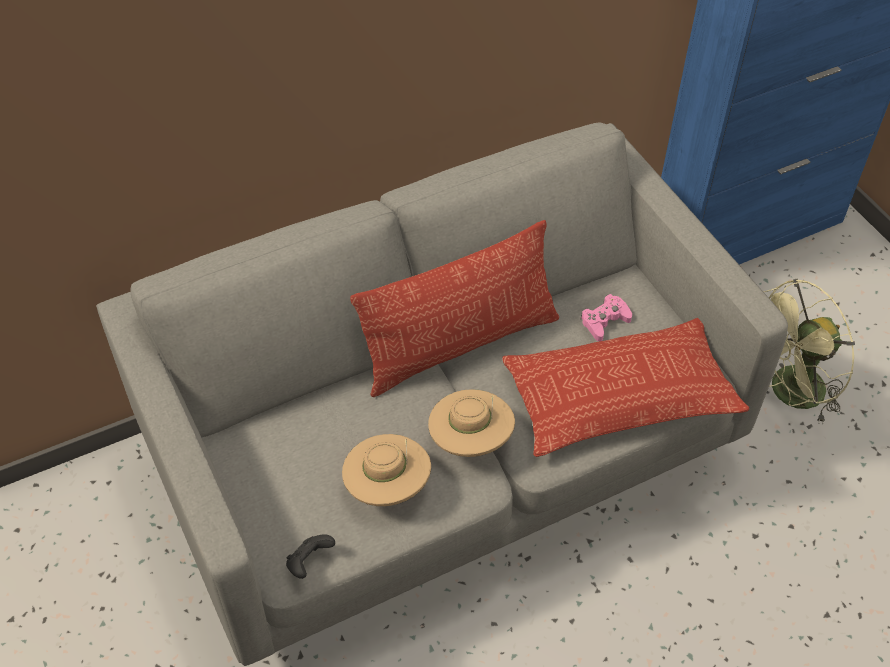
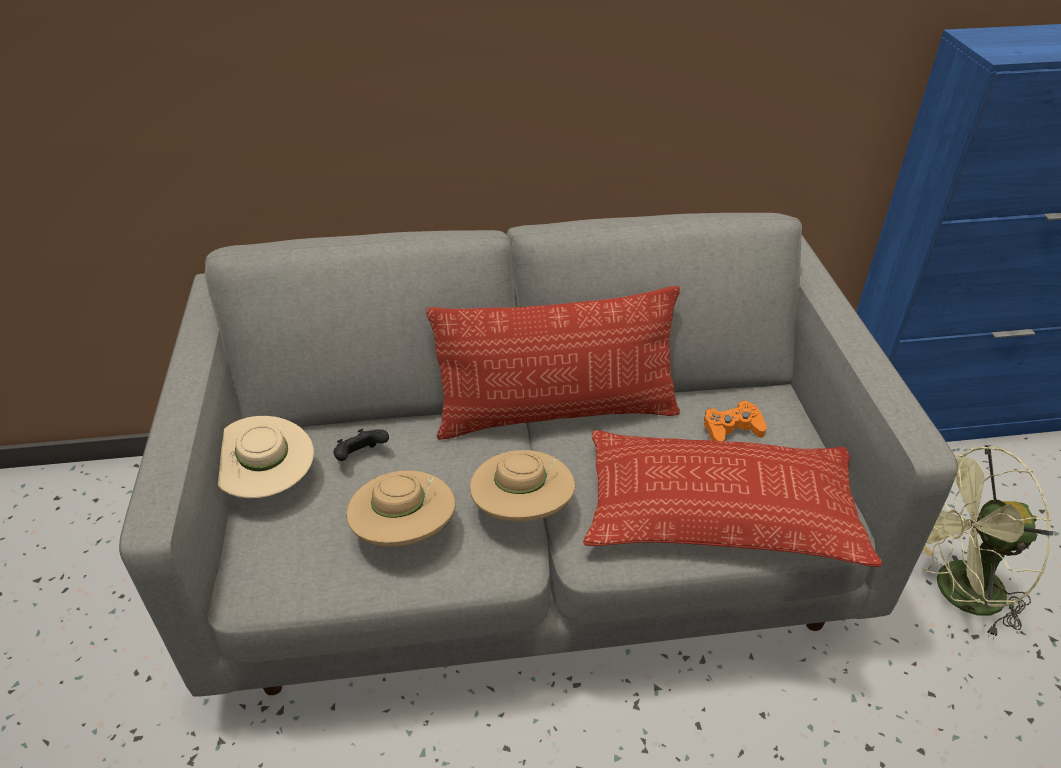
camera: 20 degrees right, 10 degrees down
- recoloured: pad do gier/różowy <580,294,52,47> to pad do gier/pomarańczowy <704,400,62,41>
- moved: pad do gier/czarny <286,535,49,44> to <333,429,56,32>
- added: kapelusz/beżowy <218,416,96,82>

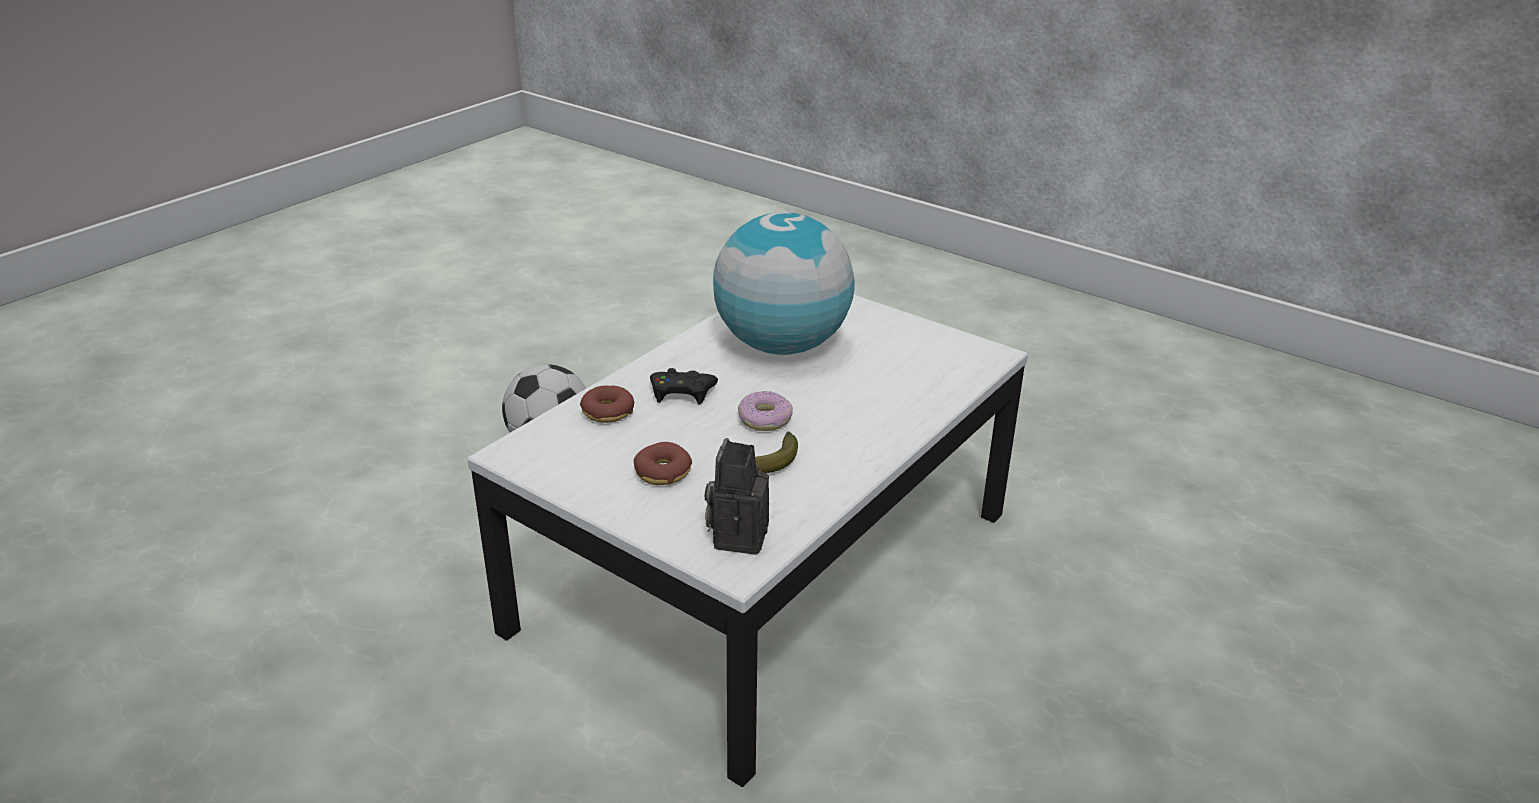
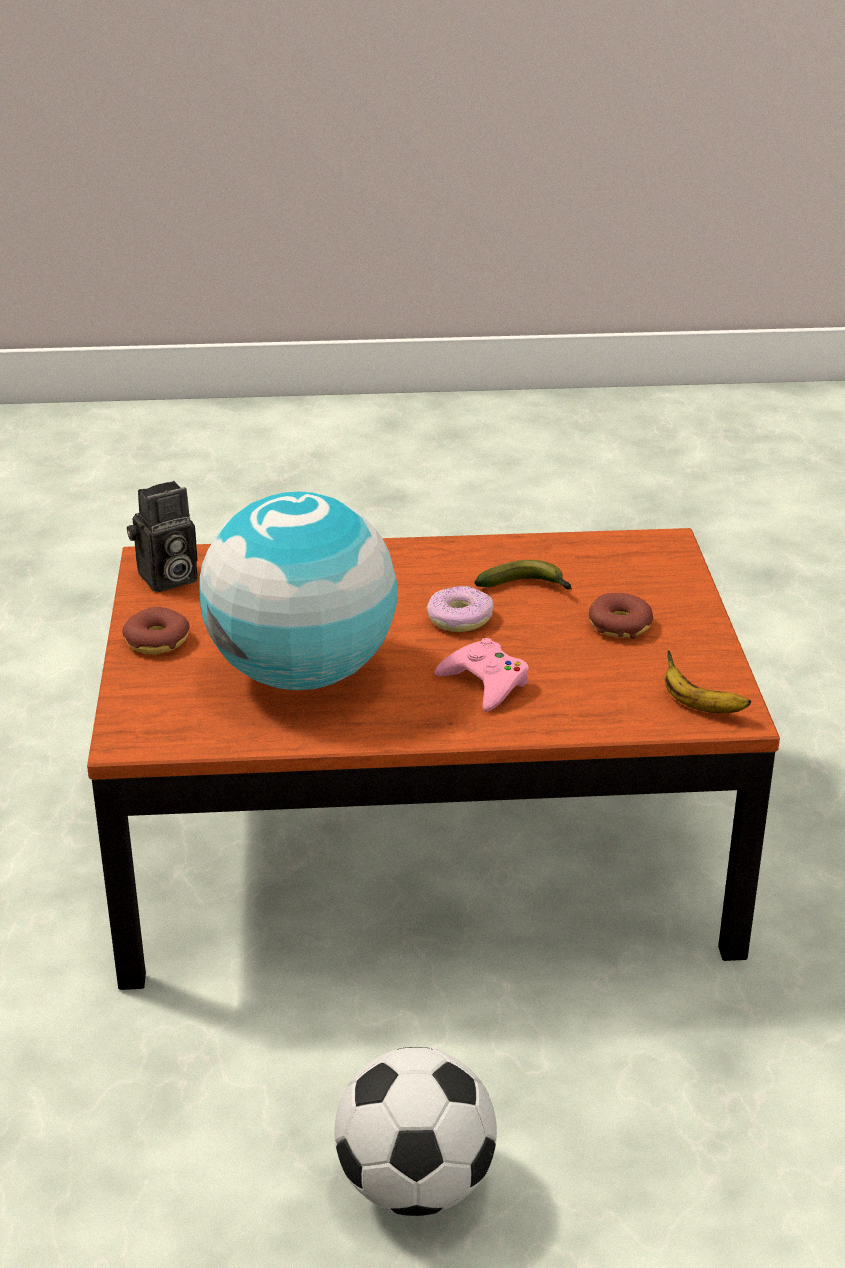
camera: 130 degrees left, 0 degrees up
- recoloured: ława/biały <467,295,561,492> to ława/brązowy <87,528,693,462>
- recoloured: pad do gier/czarny <650,368,68,36> to pad do gier/różowy <434,638,95,74>
- moved: donut <580,386,54,37> to <122,607,68,47>
- moved: aparat fotograficzny <705,438,64,117> to <127,481,71,111>
- added: banan <665,651,86,62>

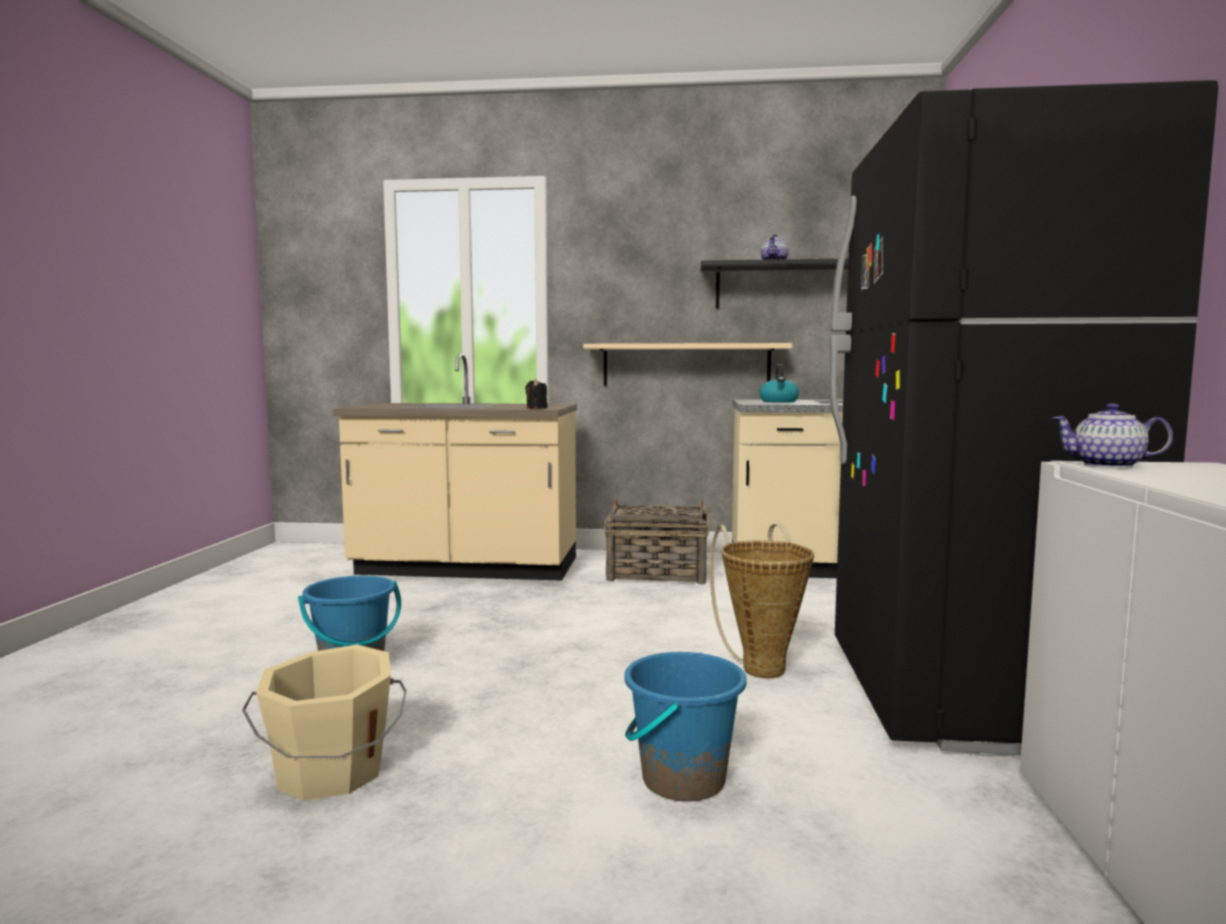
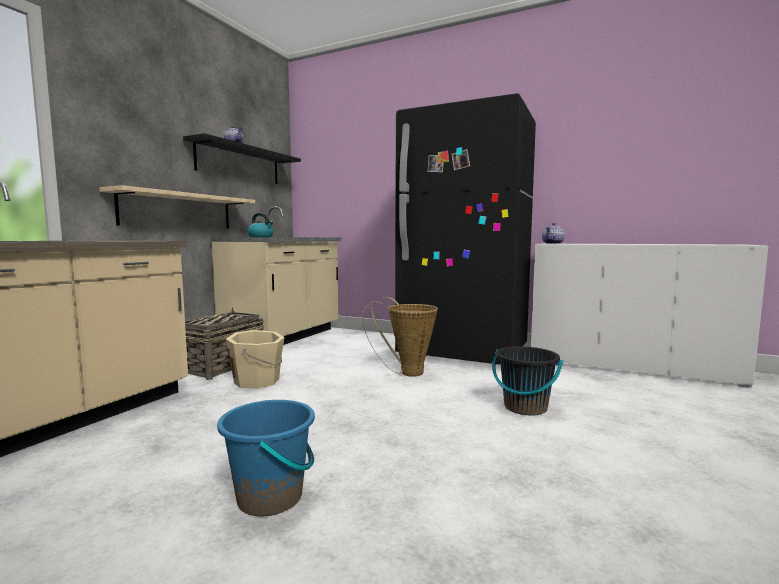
camera: 70 degrees left, 0 degrees up
- removed: świeca/czarny <525,379,23,30>
- moved: wiadro/beżowy <242,645,165,156> to <226,330,59,58>
- recoloured: wiadro/niebieski <624,652,123,149> to wiadro/czarny <492,346,71,70>

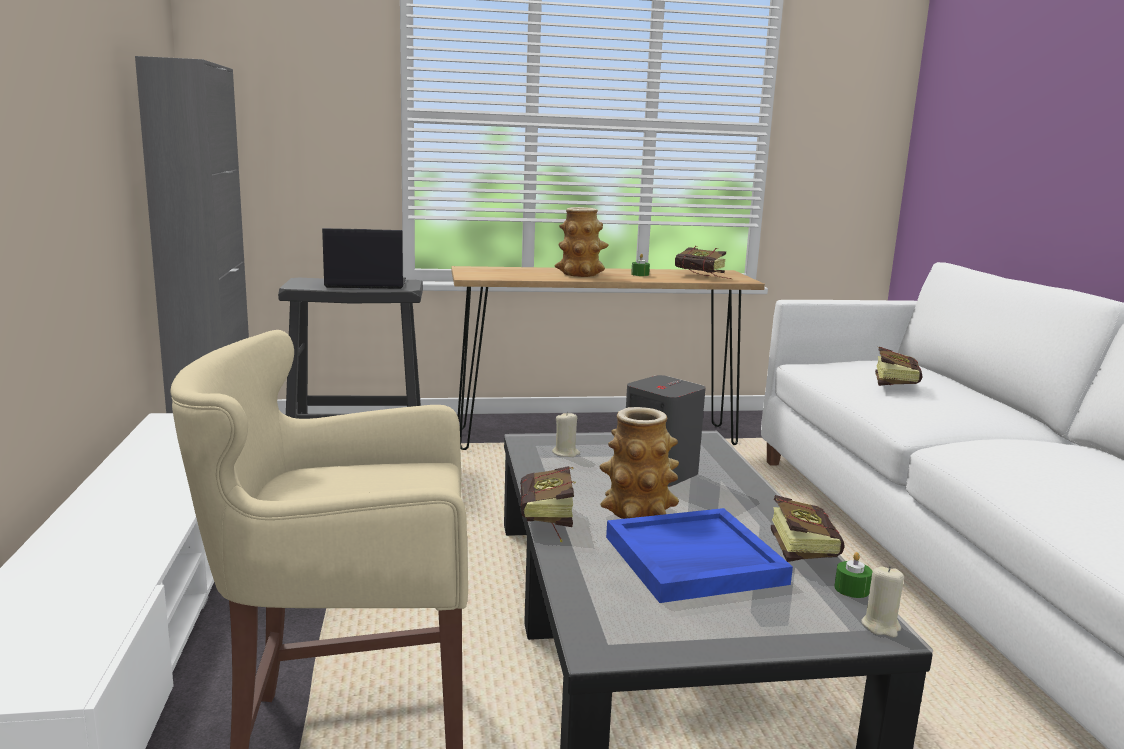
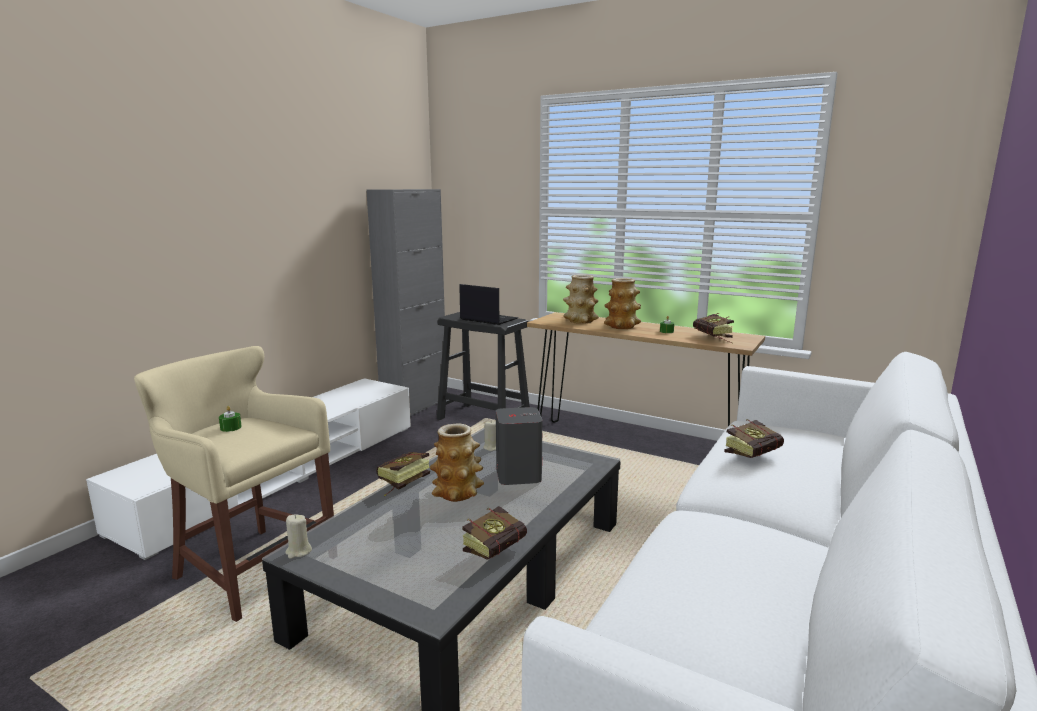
camera: 40 degrees right, 0 degrees up
- removed: taca/niebieski <606,508,187,95>
- moved: świeca/zielony <834,552,39,46> to <219,406,23,26>
- moved: świeca/beżowy <861,566,43,71> to <286,514,26,45>
- added: wazon <563,274,36,50>

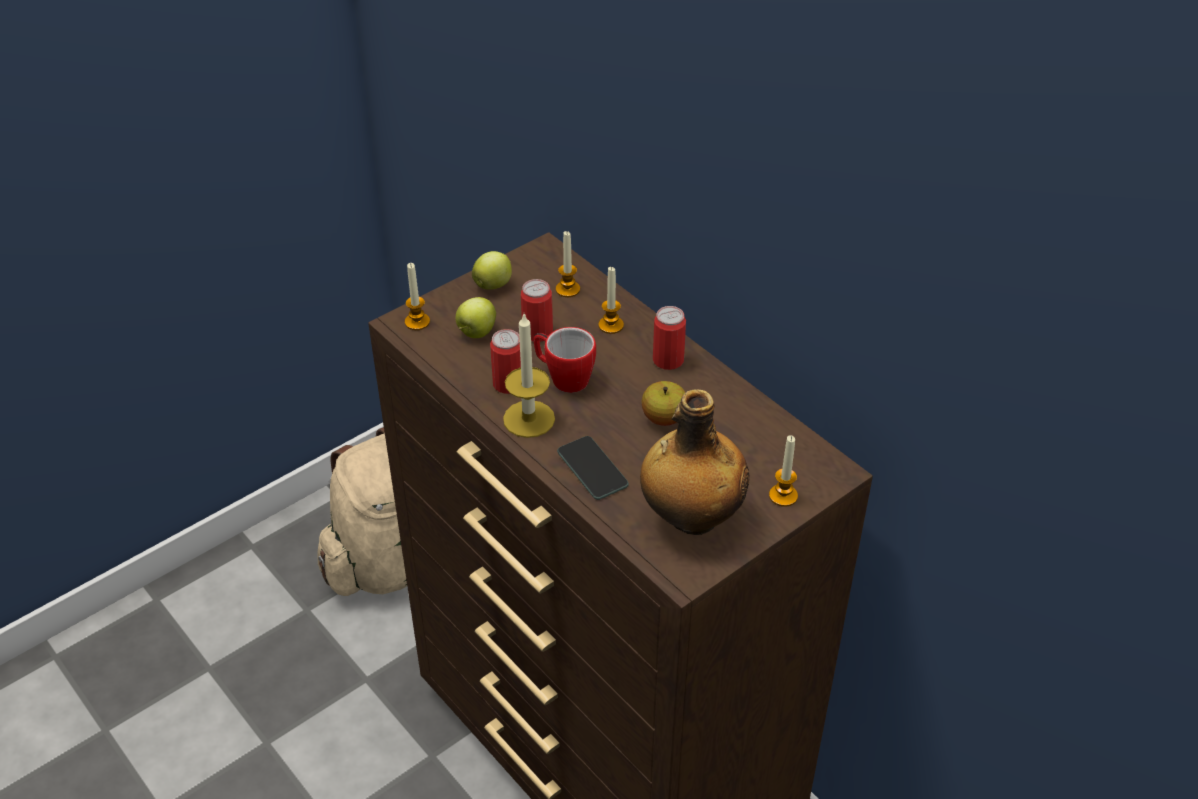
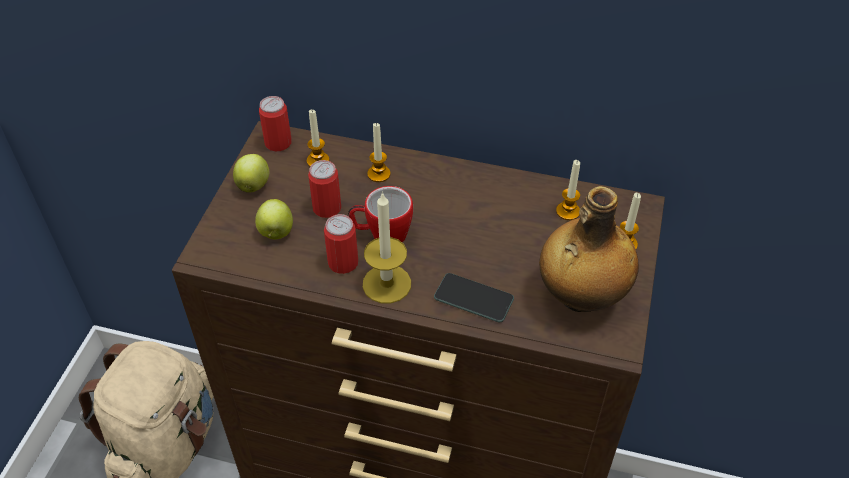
camera: 35 degrees left, 5 degrees up
- moved: świeca <405,263,25,67> to <556,160,24,60>
- moved: puszka <653,306,33,64> to <259,96,33,55>
- removed: jabłko <642,381,44,45>

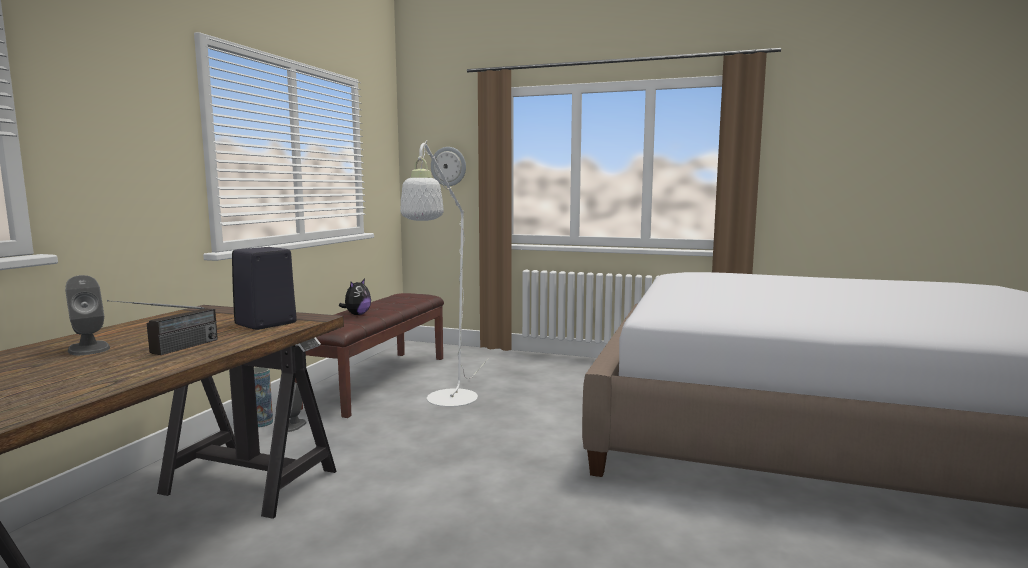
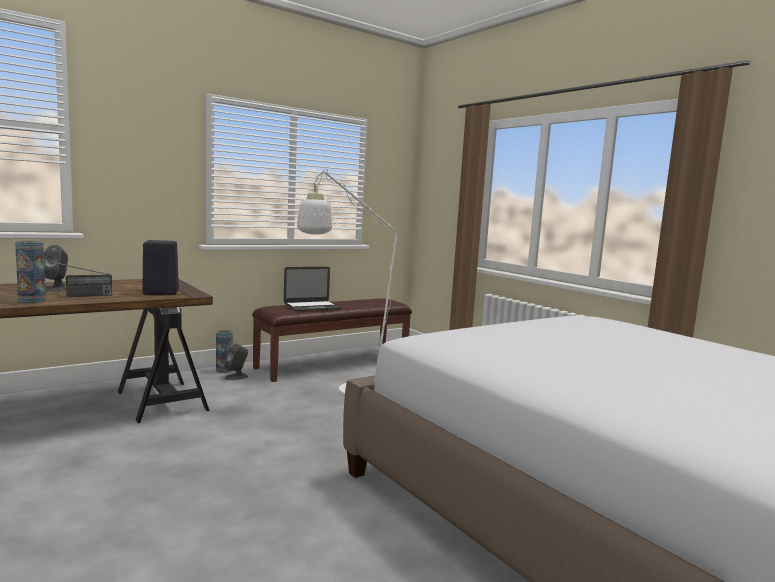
camera: 35 degrees right, 0 degrees up
- removed: zegar ścienny <431,147,35,39>
- replaced: pluszak <339,279,32,36> to laptop <284,267,58,44>
- added: wazon <15,241,31,62>

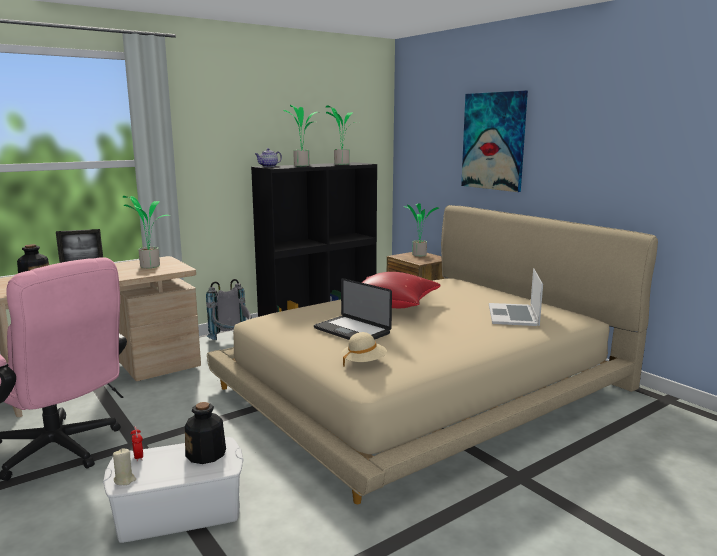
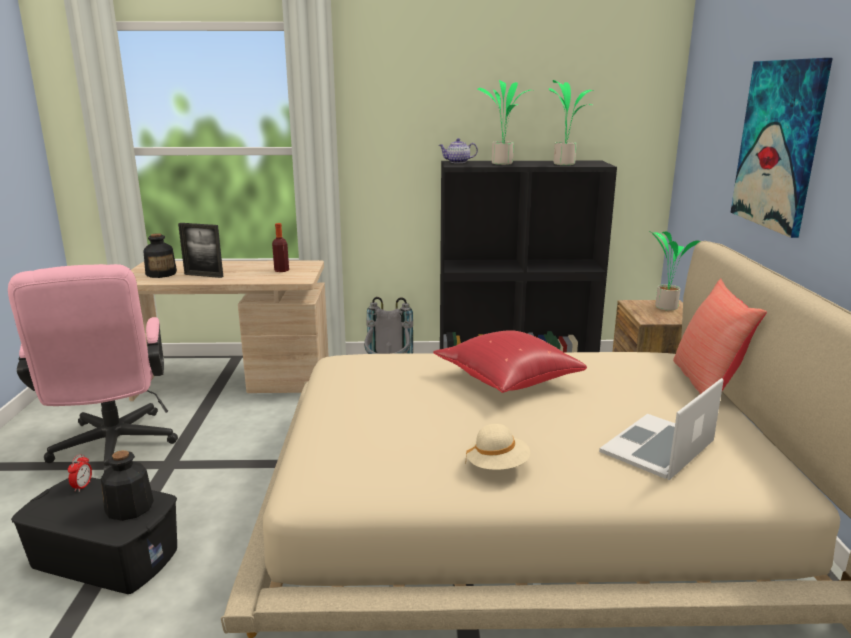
camera: 35 degrees right, 5 degrees up
- replaced: roślina doniczkowa <123,196,48,72> to butelka <272,223,17,49>
- removed: laptop <314,278,78,62>
- moved: kapelusz/beżowy <341,332,46,35> to <465,424,65,46>
- recoloured: pojemnik do przechowywania/biały <103,437,141,106> to pojemnik do przechowywania/czarny <11,477,166,117>
- removed: świeca/beżowy <113,449,23,36>
- added: poduszka/czerwony <673,278,94,116>

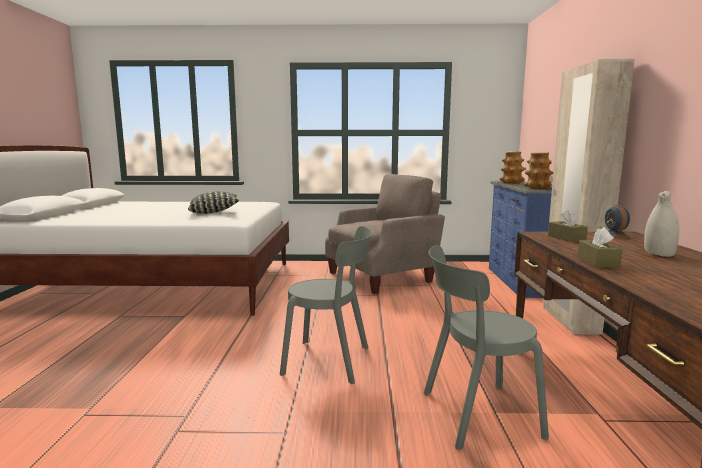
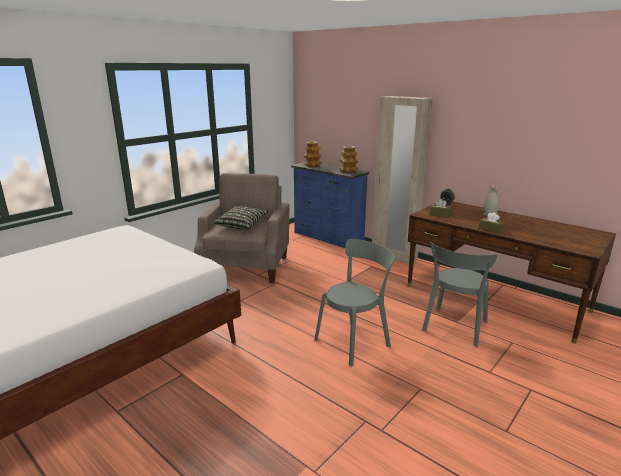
camera: 50 degrees left, 10 degrees up
- moved: poduszka <188,191,51,23> to <214,206,54,23>

